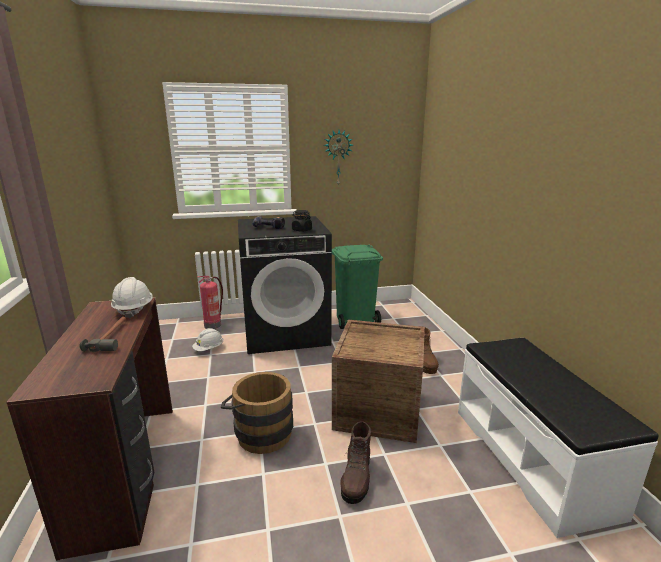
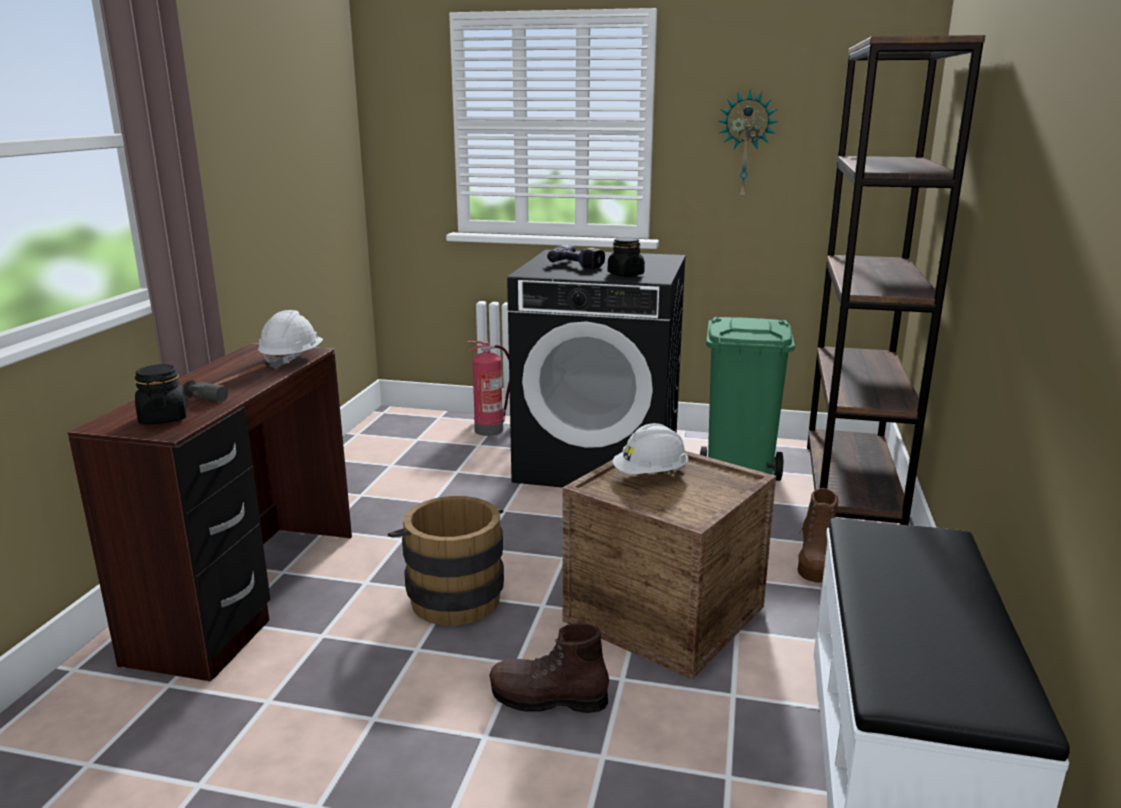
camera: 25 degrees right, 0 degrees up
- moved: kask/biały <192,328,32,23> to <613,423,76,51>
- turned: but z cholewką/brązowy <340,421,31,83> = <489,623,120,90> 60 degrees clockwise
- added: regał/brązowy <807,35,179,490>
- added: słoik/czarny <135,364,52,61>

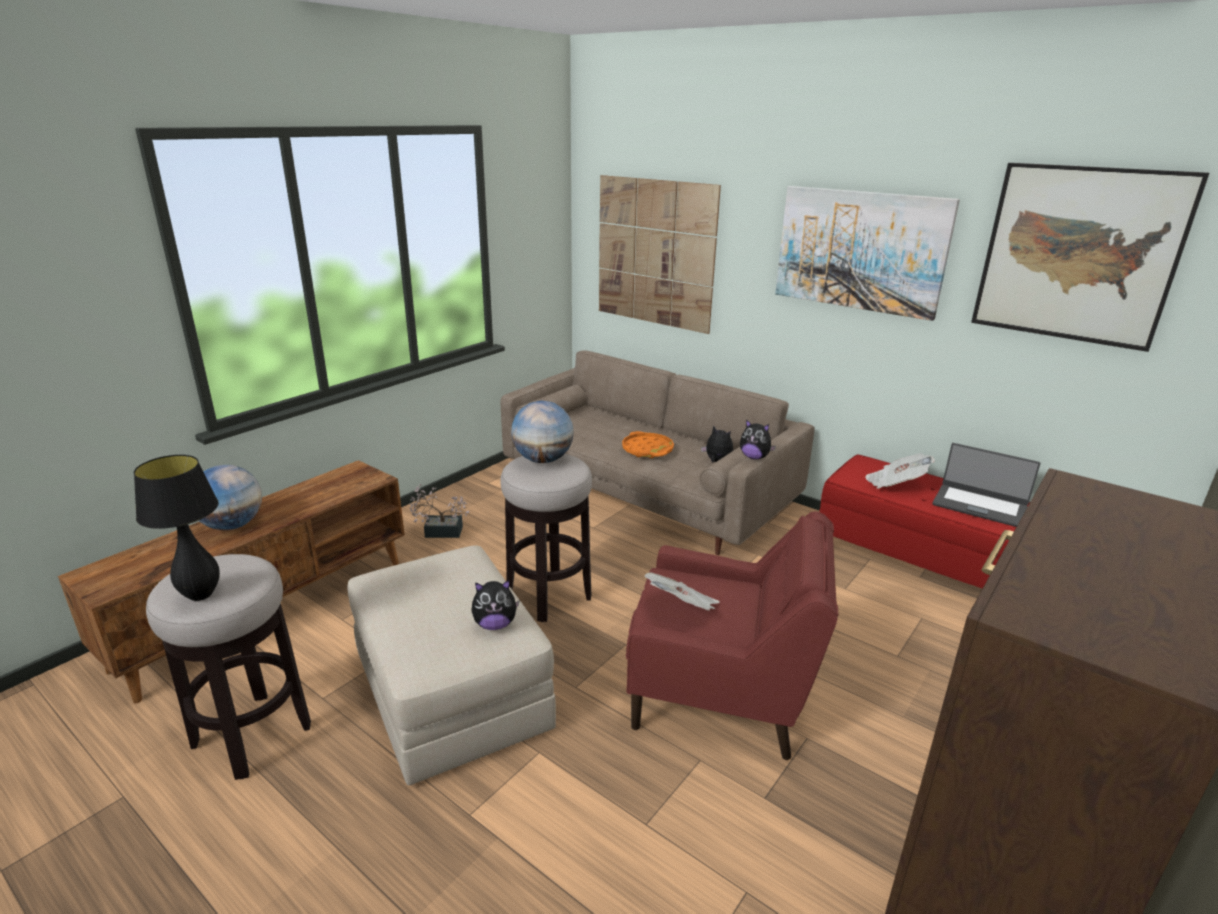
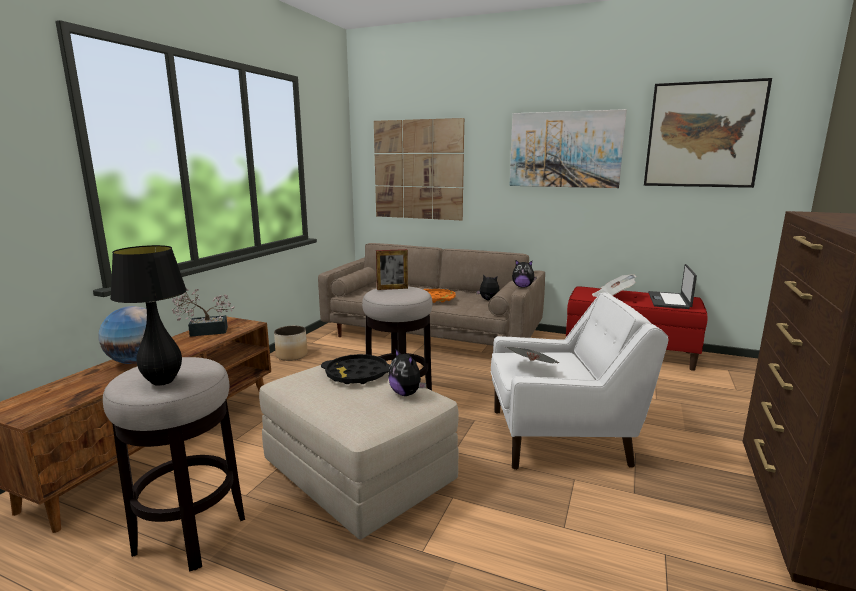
camera: 15 degrees left, 10 degrees down
- replaced: globus <511,401,63,62> to ramka na zdjęcie <376,249,32,41>
- turned: laptop <932,443,108,84> = <648,264,49,45> 90 degrees clockwise
- moved: roślina doniczkowa <409,484,60,54> to <172,288,63,49>
- recoloured: fotel/czerwony <626,511,212,249> to fotel/biały <491,292,177,178>
- turned: pluszak <471,580,49,50> = <388,348,38,48> 75 degrees clockwise
- added: donica <274,326,34,35>
- added: taca/czarny <321,354,69,30>

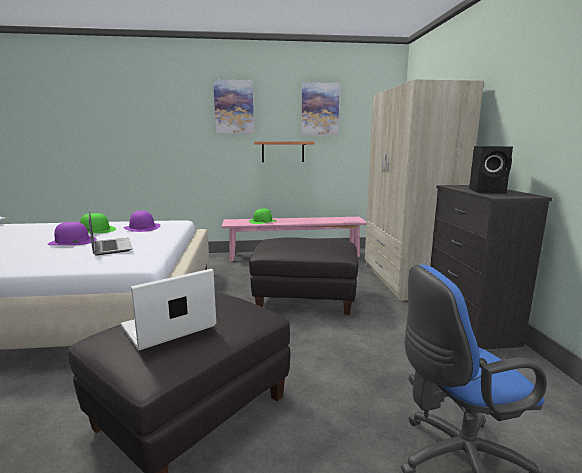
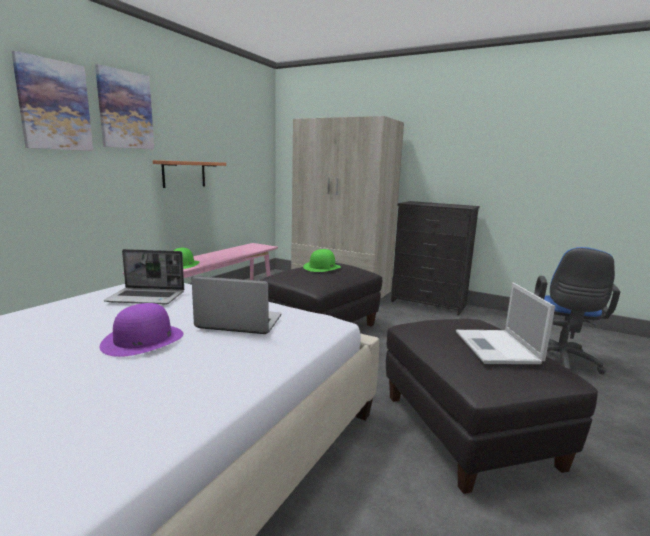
camera: 55 degrees left, 0 degrees up
- moved: obraz <301,83,39,52> to <11,51,82,100>
- removed: głośnik/czarny <469,146,44,47>
- replaced: kapelusz/fioletowy <124,211,36,21> to laptop <104,249,80,55>
- moved: kapelusz/zielony <80,213,36,20> to <303,249,38,23>

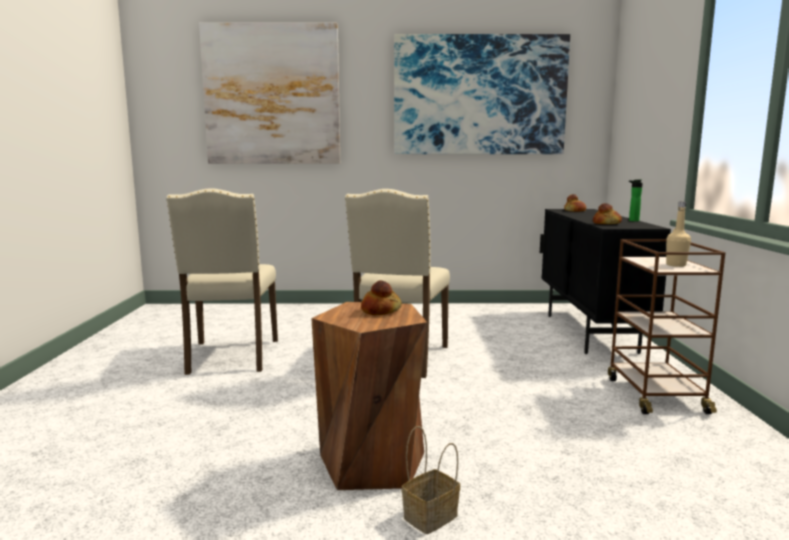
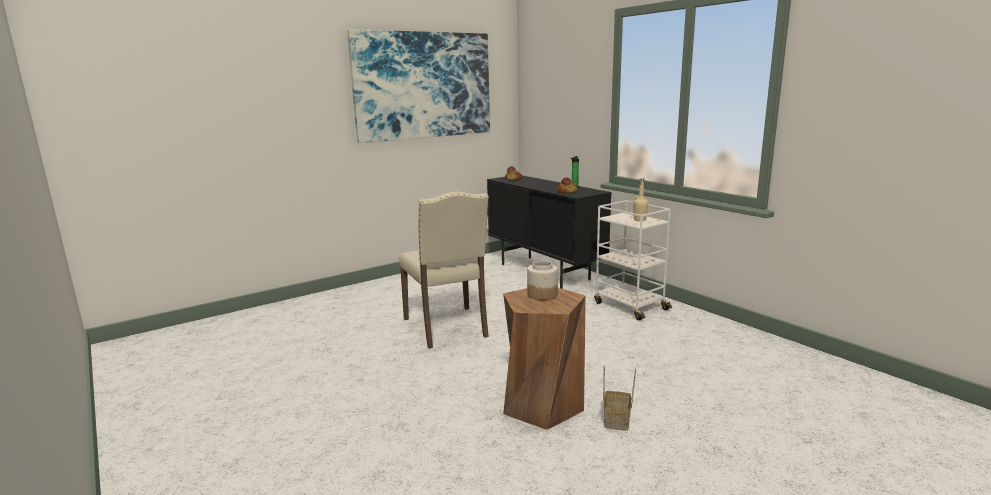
camera: 35 degrees left, 5 degrees up
- removed: obraz <199,23,141,141>
- removed: krzesło/beżowy <166,188,112,187>
- recoloured: wózek/brązowy <608,239,117,175> to wózek/biały <594,200,78,120>
- replaced: chleb <361,280,41,35> to słoik <527,261,31,39>

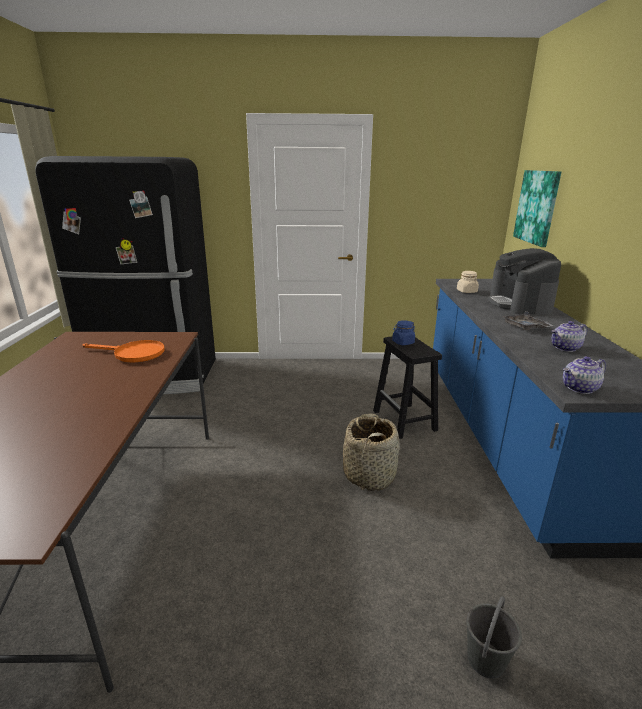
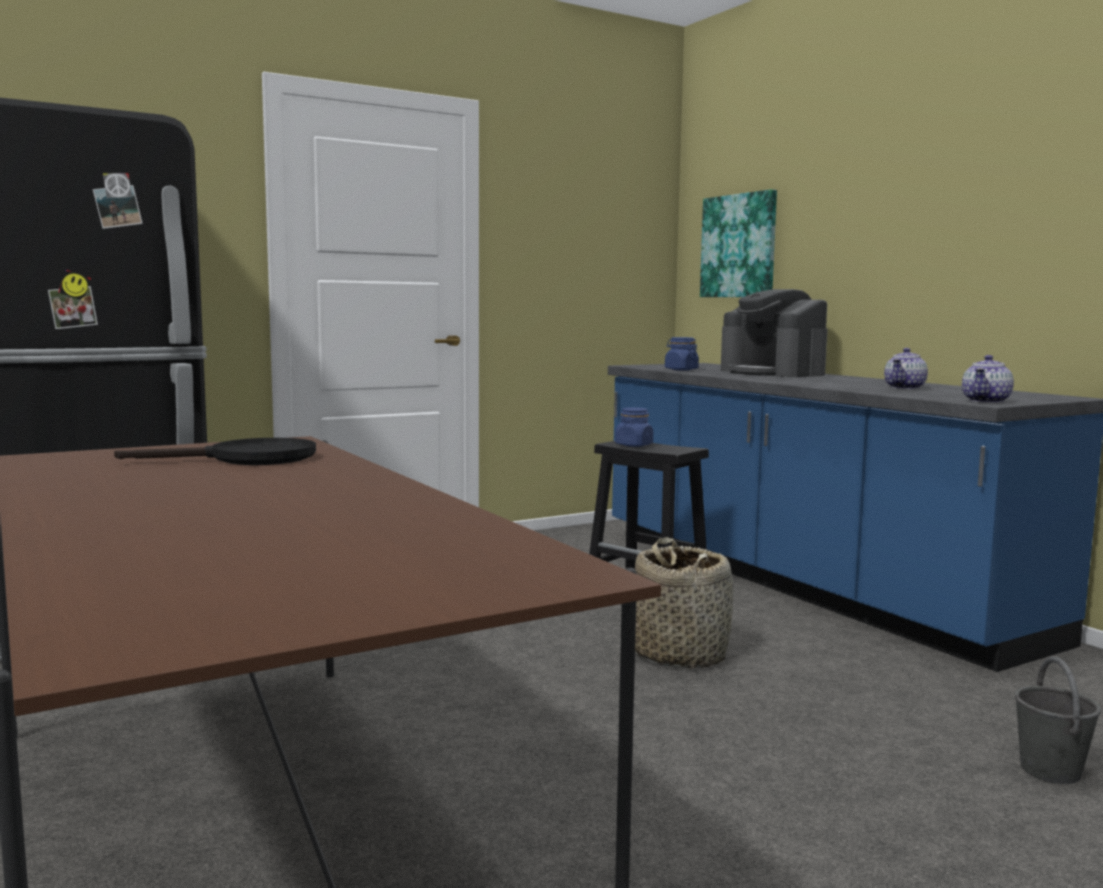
camera: 30 degrees left, 15 degrees down
- recoloured: słoik/beżowy <457,271,22,22> to słoik/niebieski <665,337,34,34>
- removed: taca/szary <503,311,51,19>
- recoloured: patelnia/pomarańczowy <83,340,82,22> to patelnia/czarny <114,438,202,27>

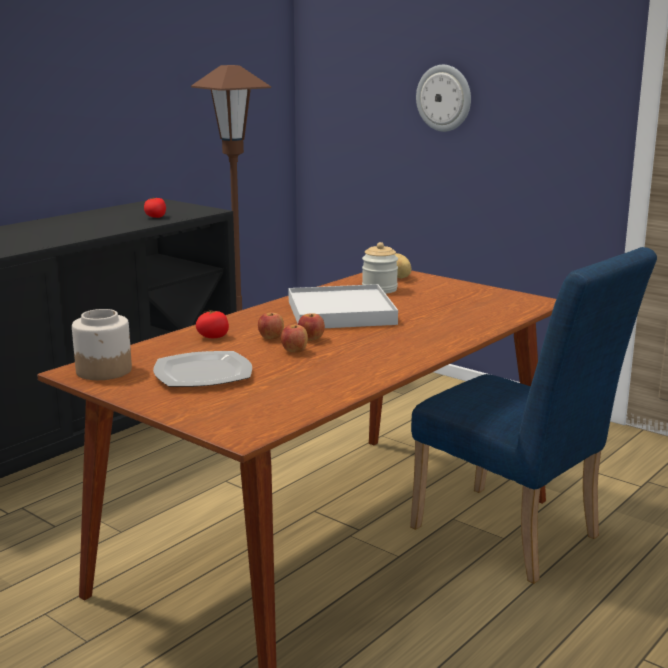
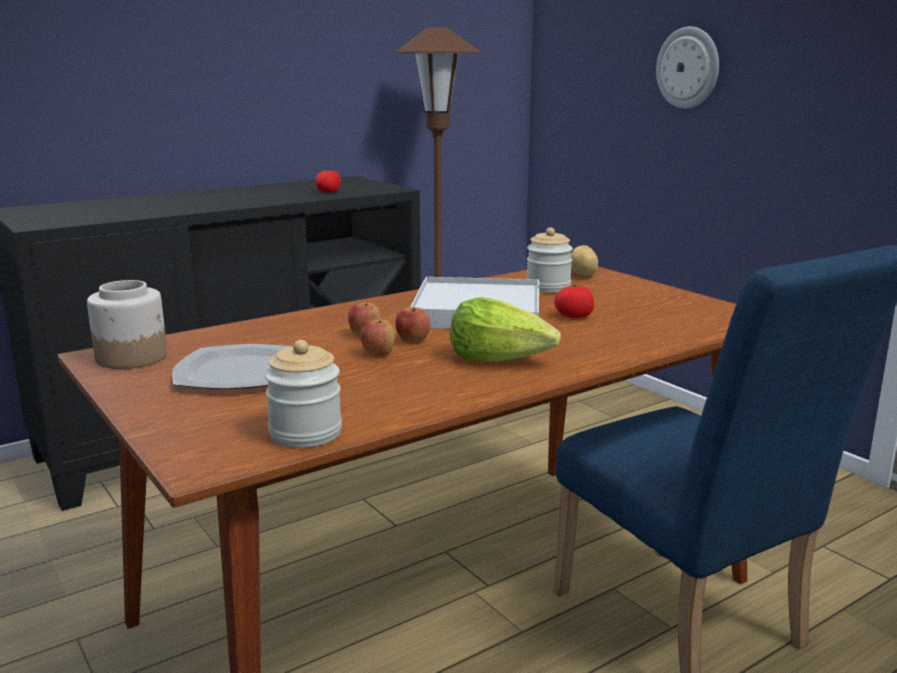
camera: 15 degrees right, 0 degrees up
- moved: pomidor <196,310,33,28> to <554,284,40,34>
- added: sałata <450,297,111,65>
- added: słoik <264,340,78,108>

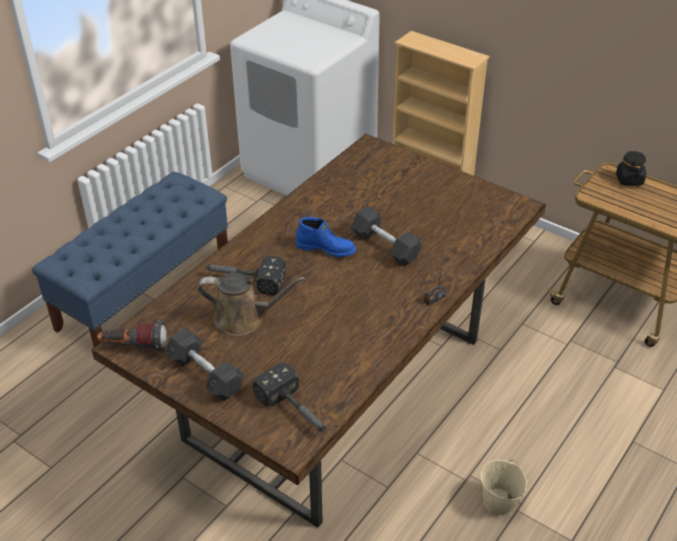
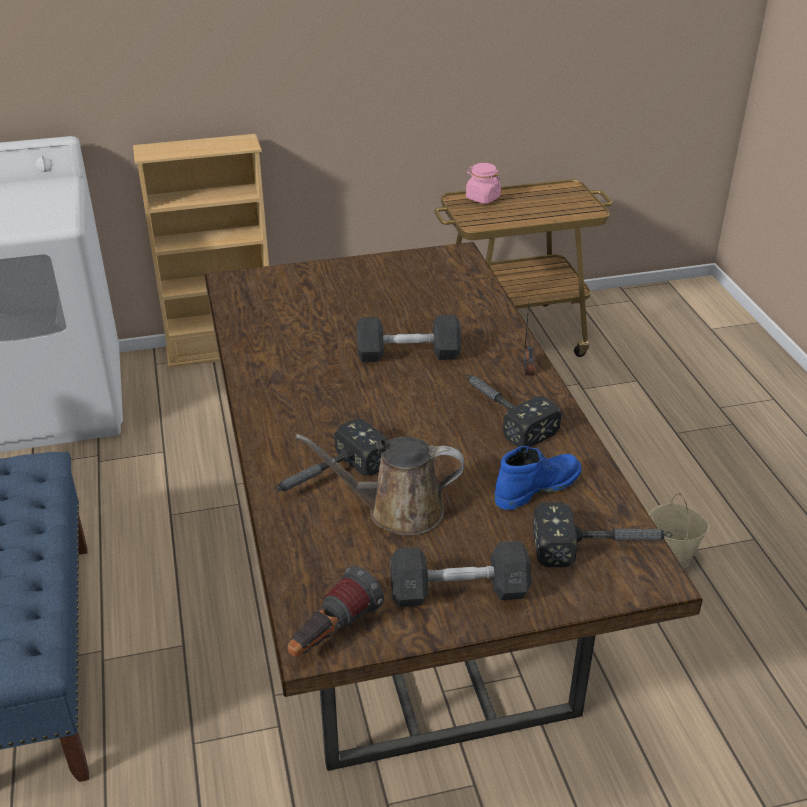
camera: 50 degrees left, 5 degrees down
- recoloured: słoik/czarny <616,151,30,35> to słoik/różowy <466,163,35,41>
- moved: but z cholewką/niebieski <296,217,60,40> to <494,446,88,64>
- turned: konewka/brązowy <198,272,107,64> = <296,434,168,102> 135 degrees counterclockwise
- added: młotek <465,375,96,72>

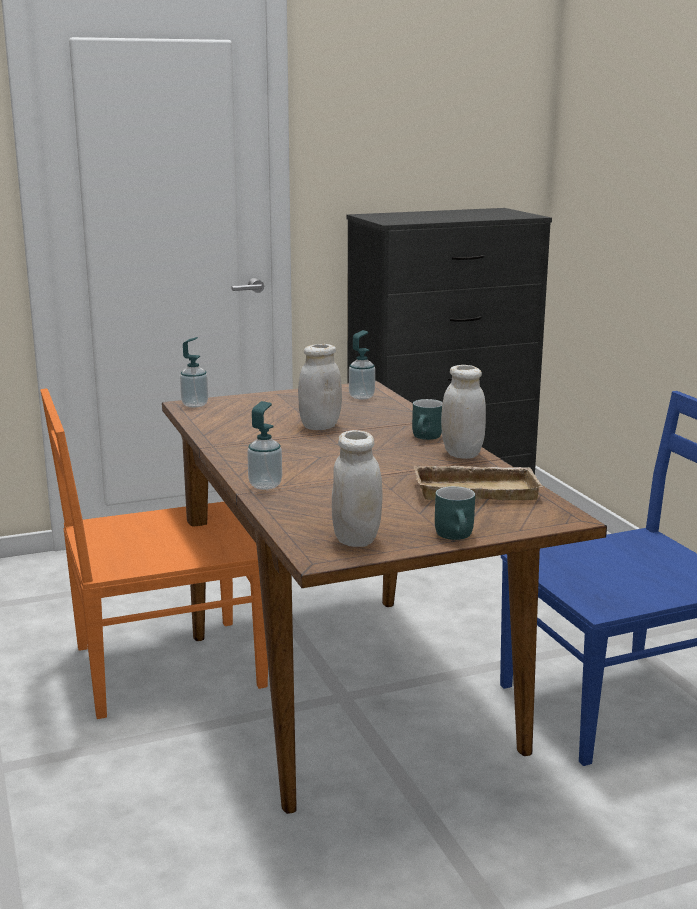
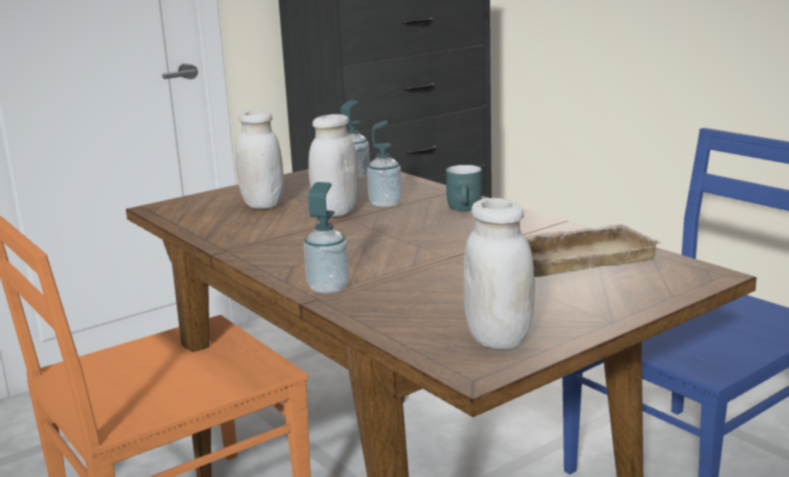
camera: 15 degrees left, 0 degrees up
- moved: dozownik mydła <180,337,28,71> to <367,120,35,88>
- moved: słoik/biały <441,365,45,94> to <235,110,49,99>
- removed: kubek/turkusowy <435,486,40,54>

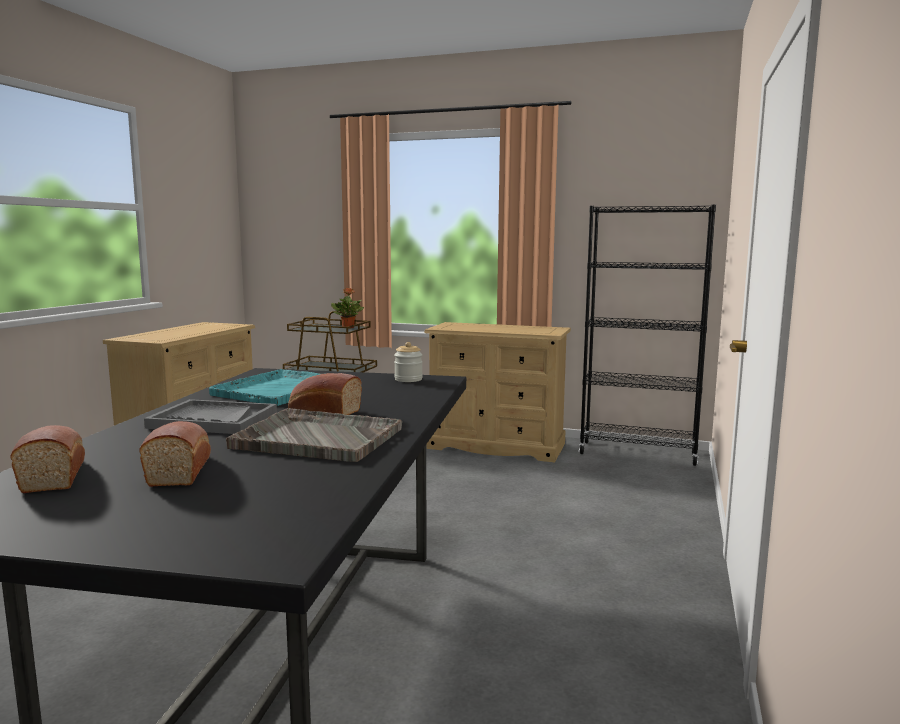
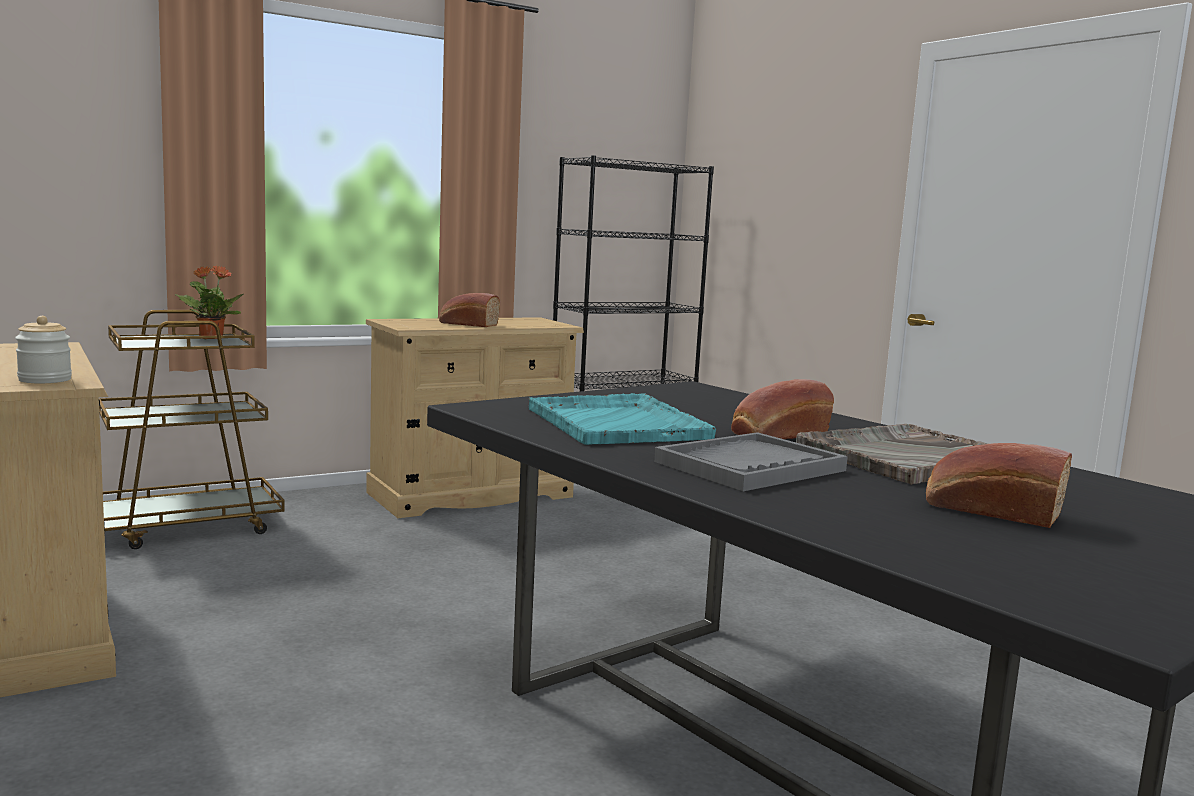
camera: 50 degrees left, 0 degrees up
- moved: słoik <394,342,29,40> to <15,316,57,67>
- moved: chleb <10,425,75,68> to <439,293,61,34>

